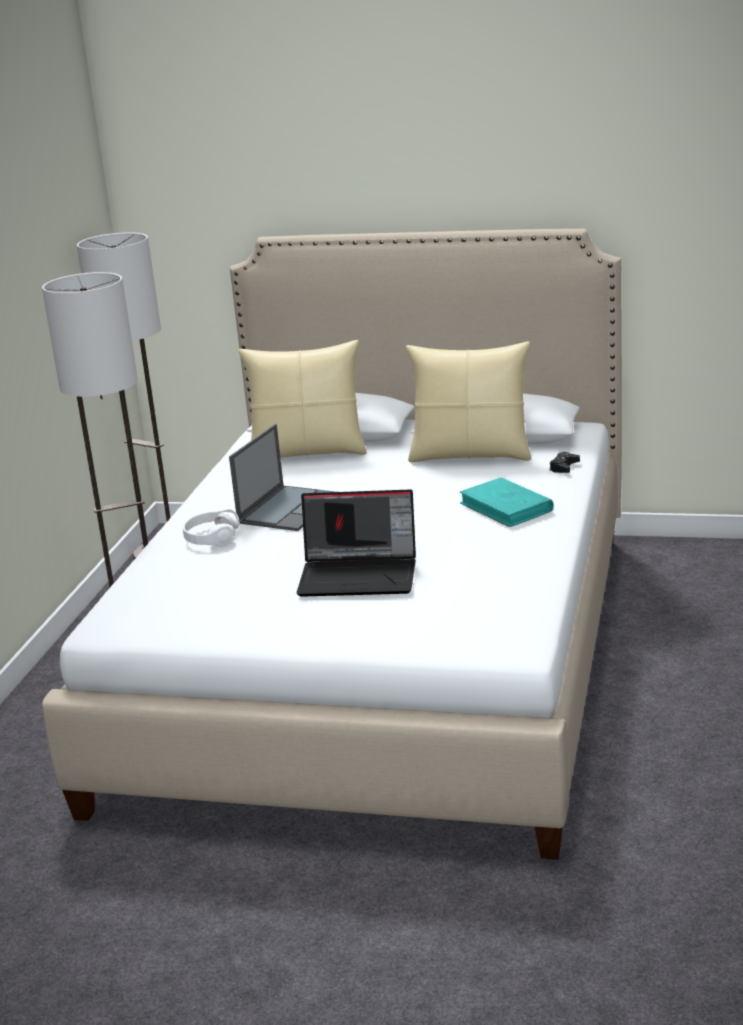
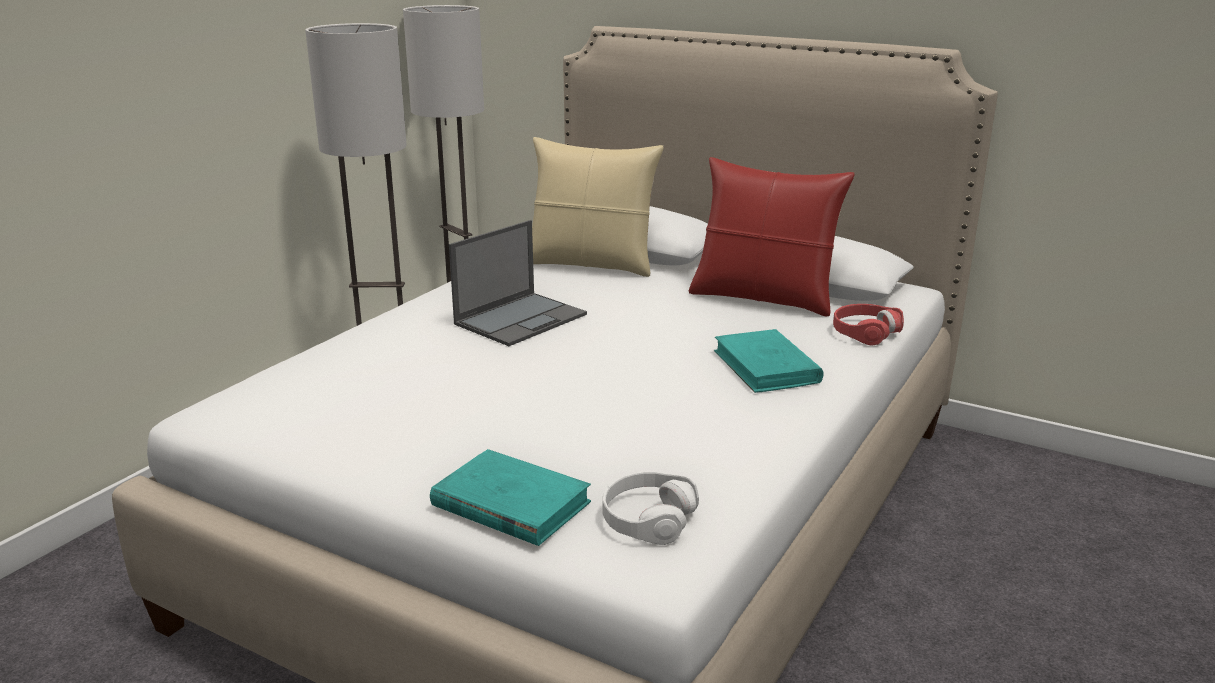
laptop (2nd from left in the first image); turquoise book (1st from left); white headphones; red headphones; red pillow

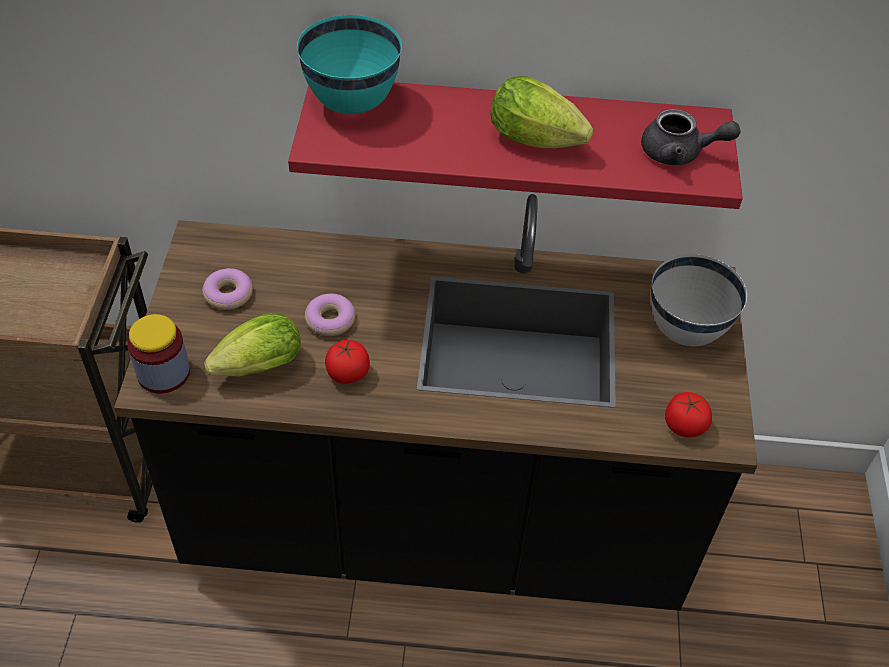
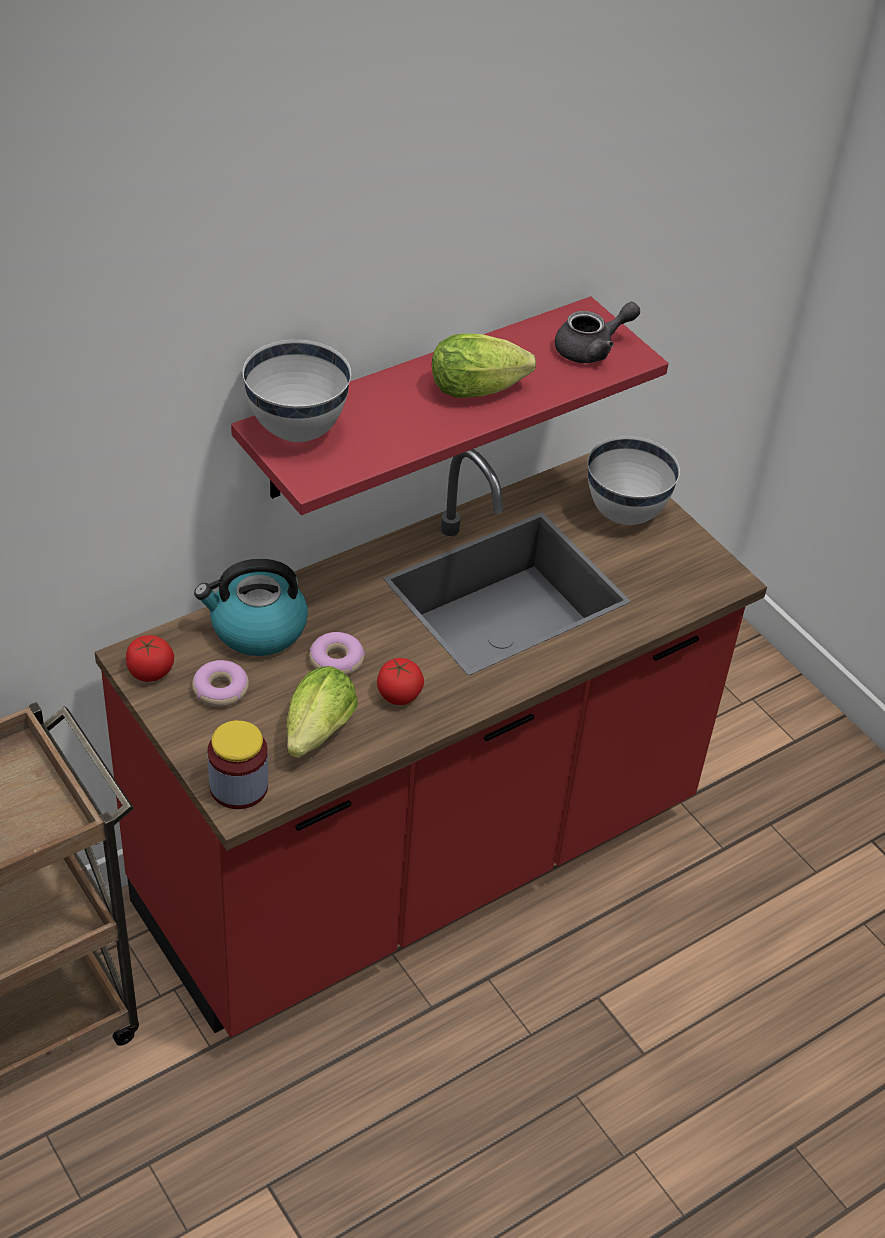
kettle; tomato (1st from left); red counter; white bowl (1st from left)

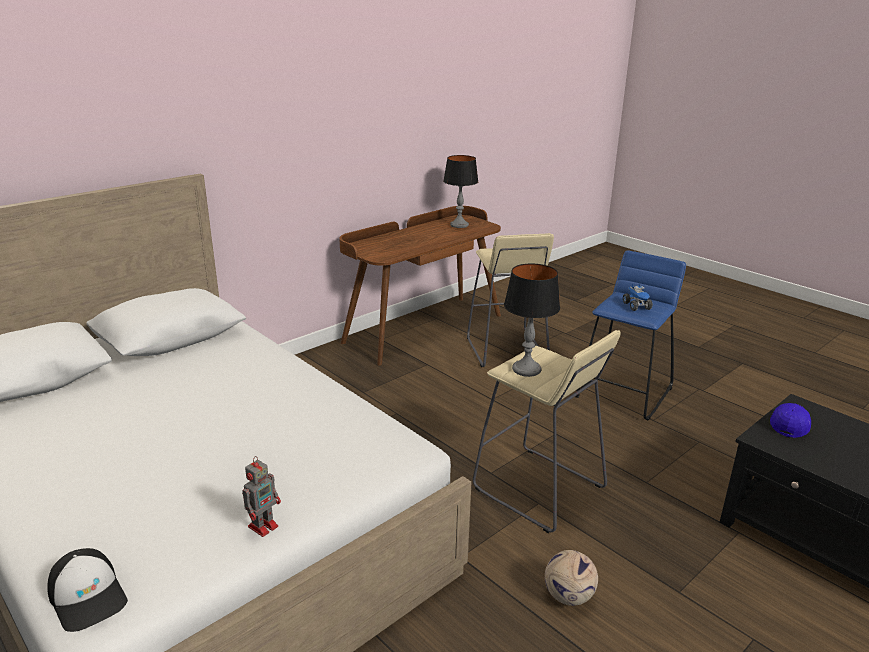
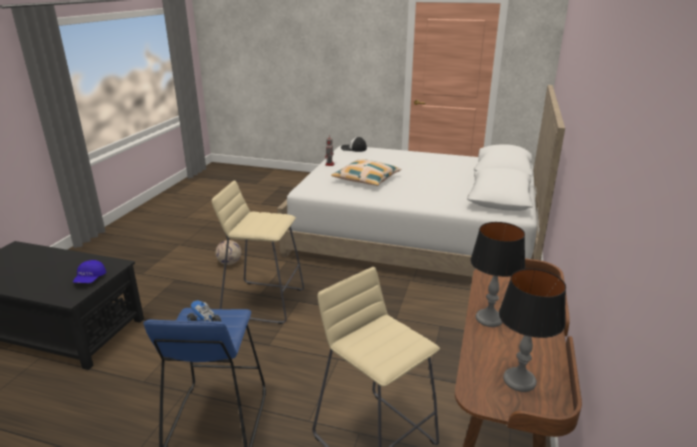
pillow; table lamp (1st from left)

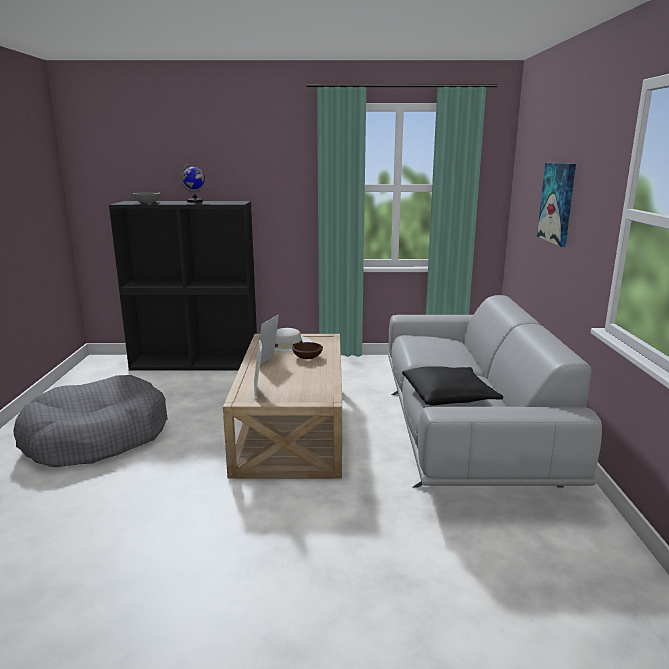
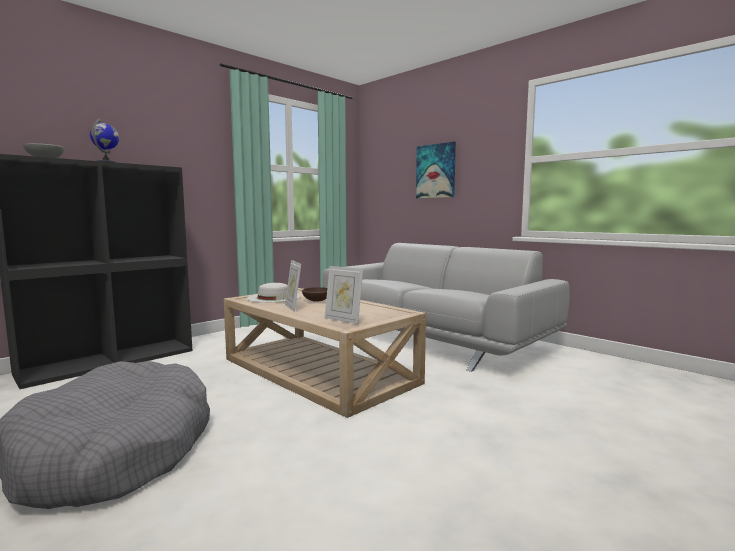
black pillow

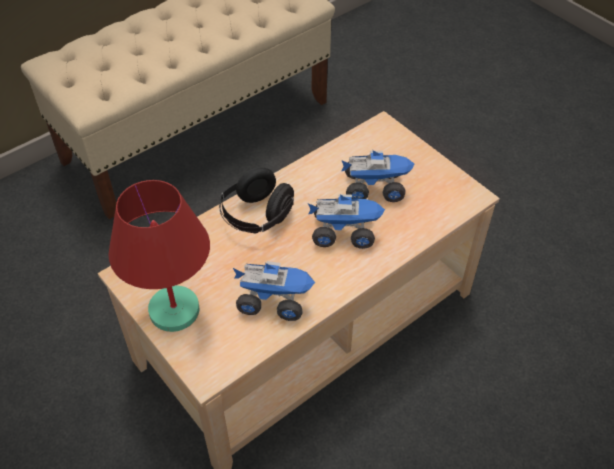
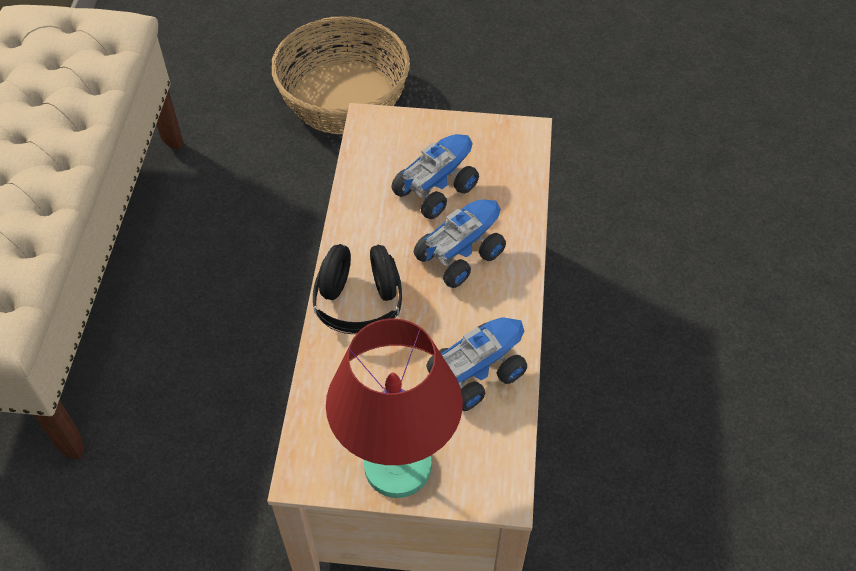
basket

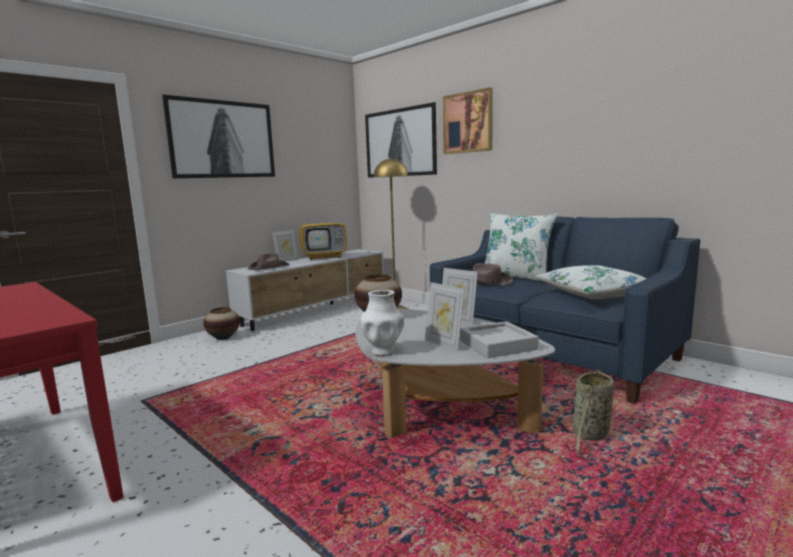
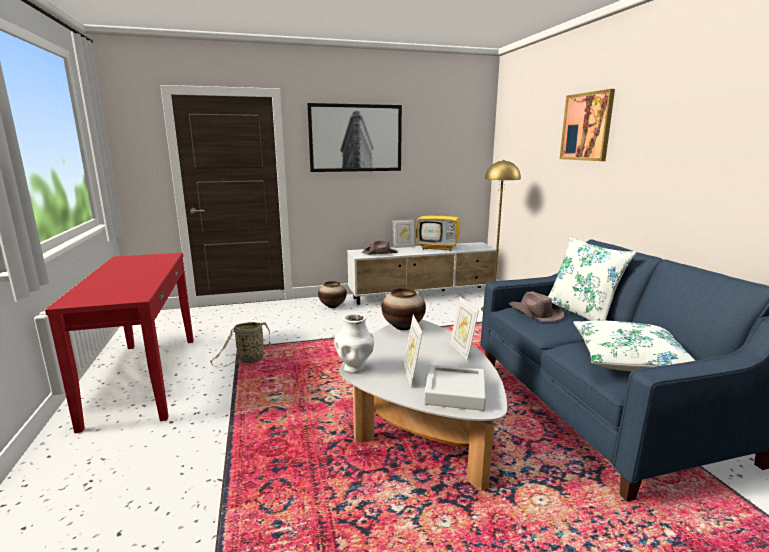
picture (2nd from left in the first image); basket

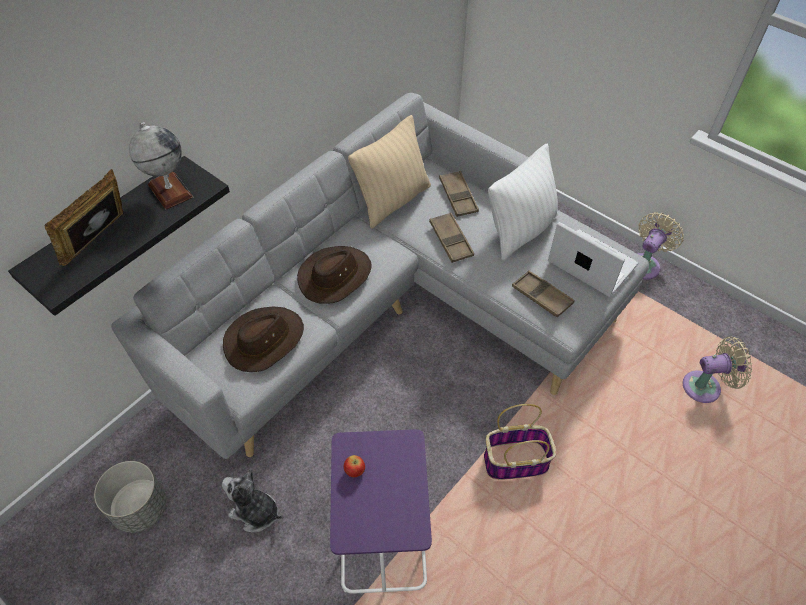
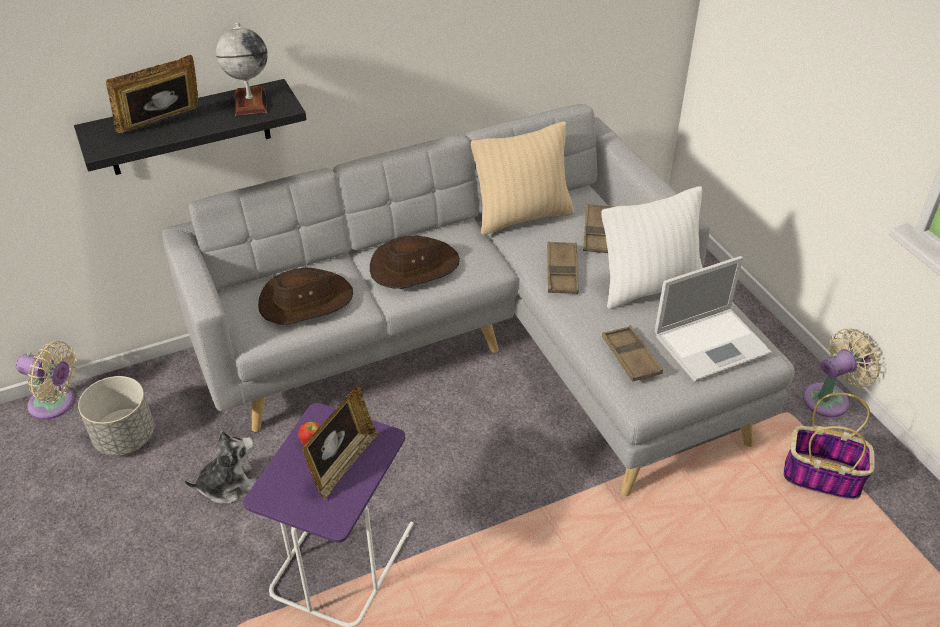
picture frame (2nd from left); basket; beige fan (1st from left); plush toy; laptop

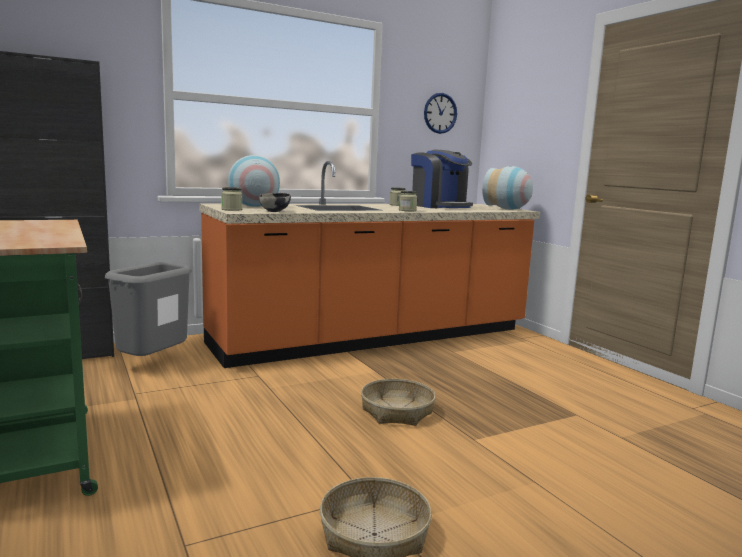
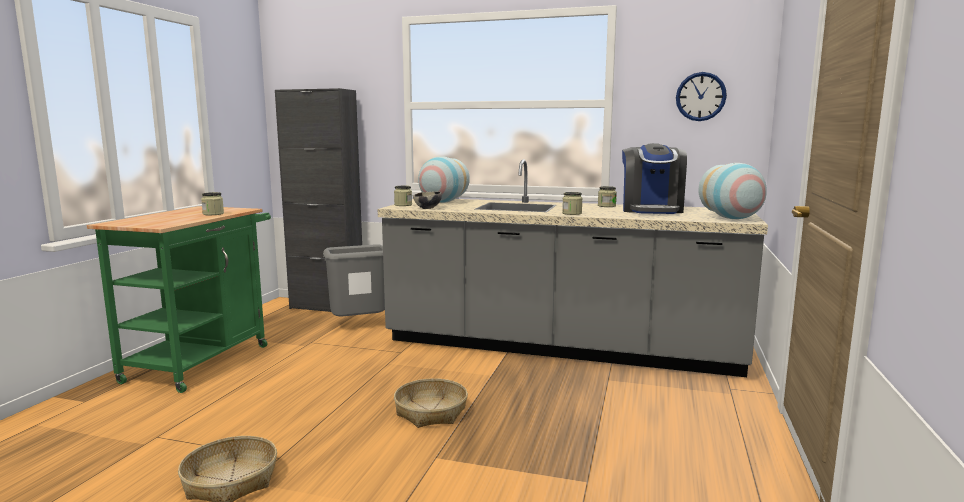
jar (1st from left); grey counter

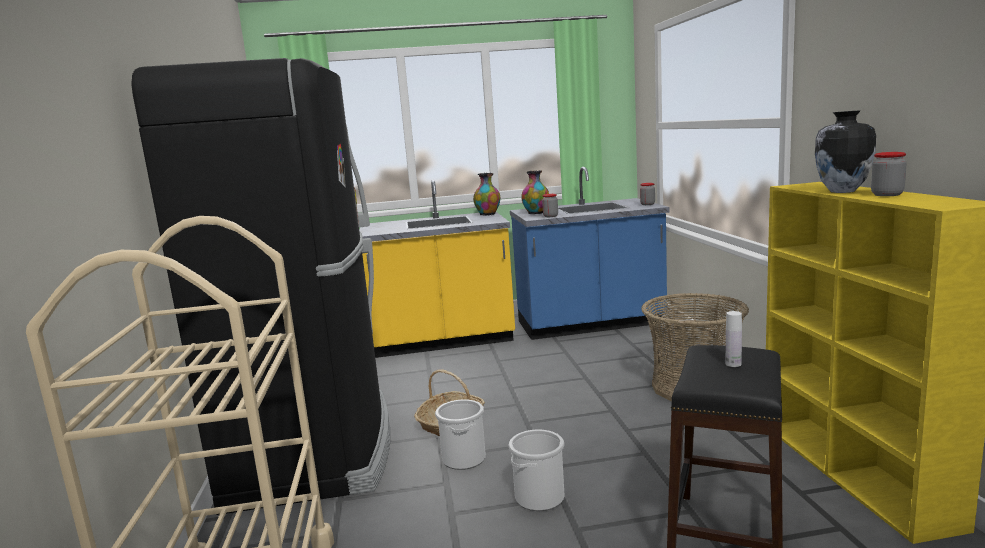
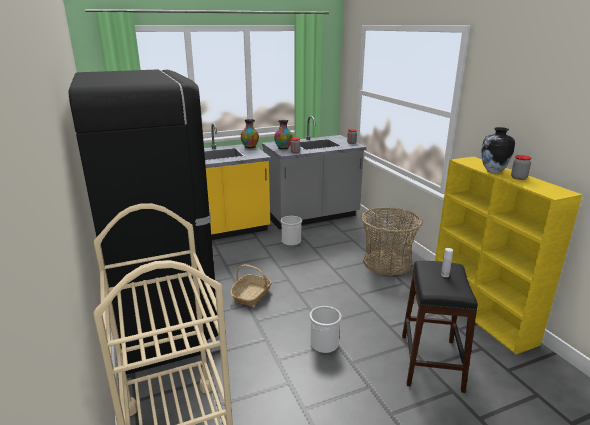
bucket (1st from left); grey counter

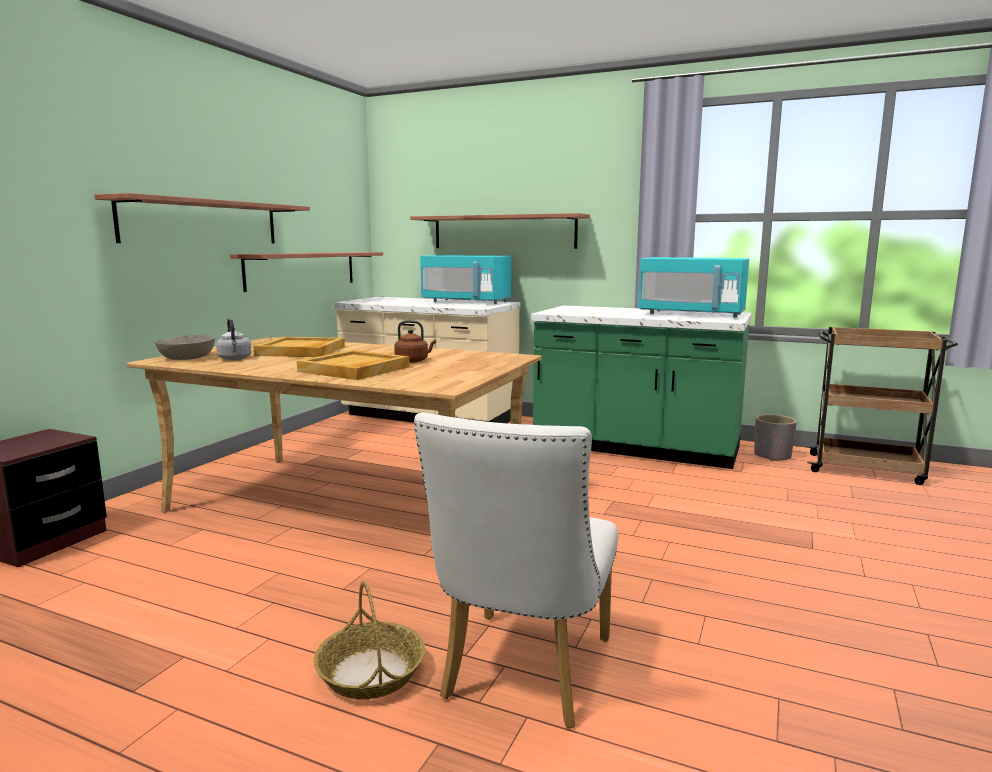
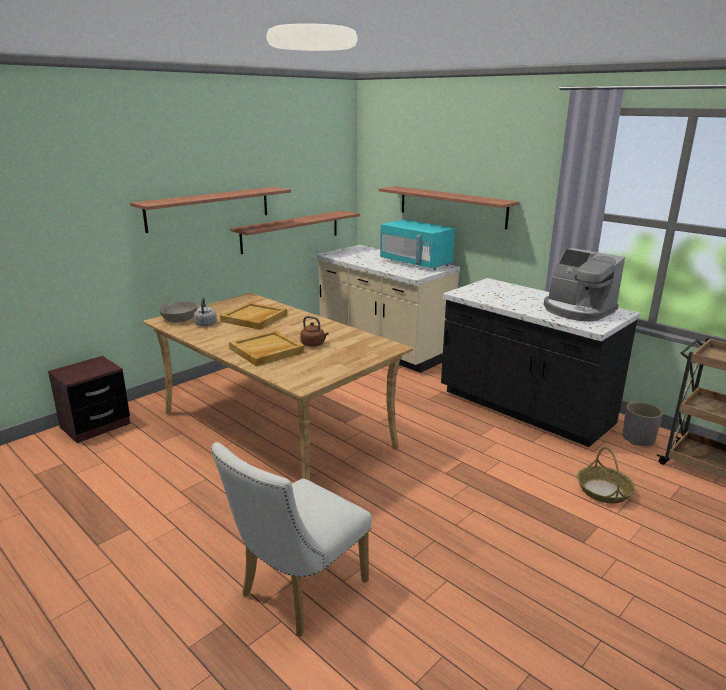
basket; coffee machine; black counter

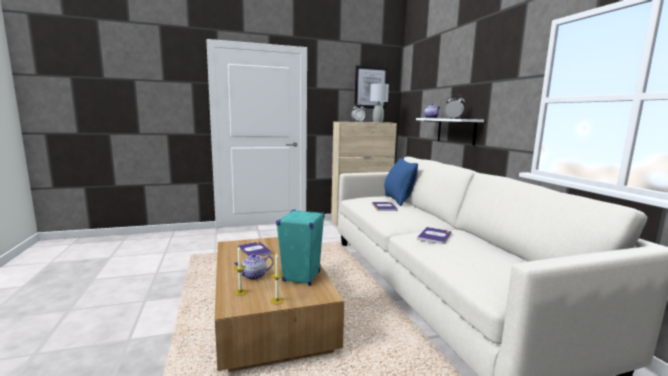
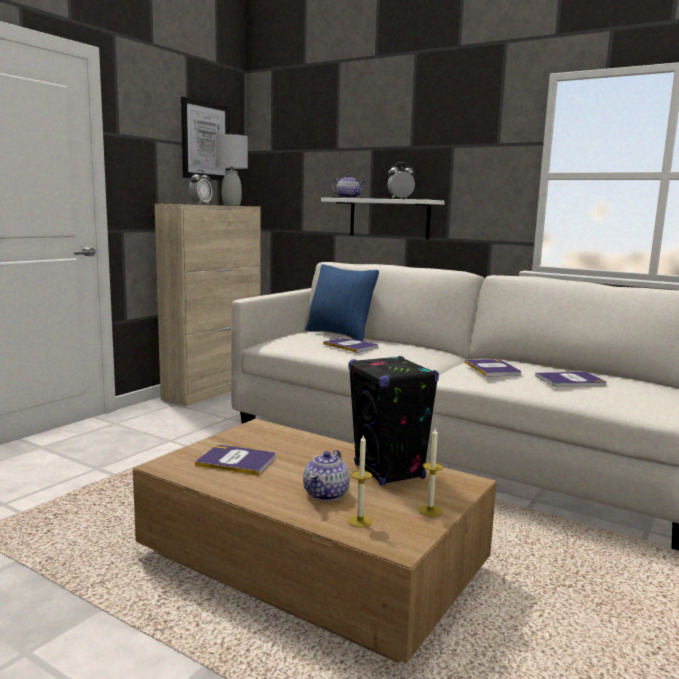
book (4th from left); black speaker

